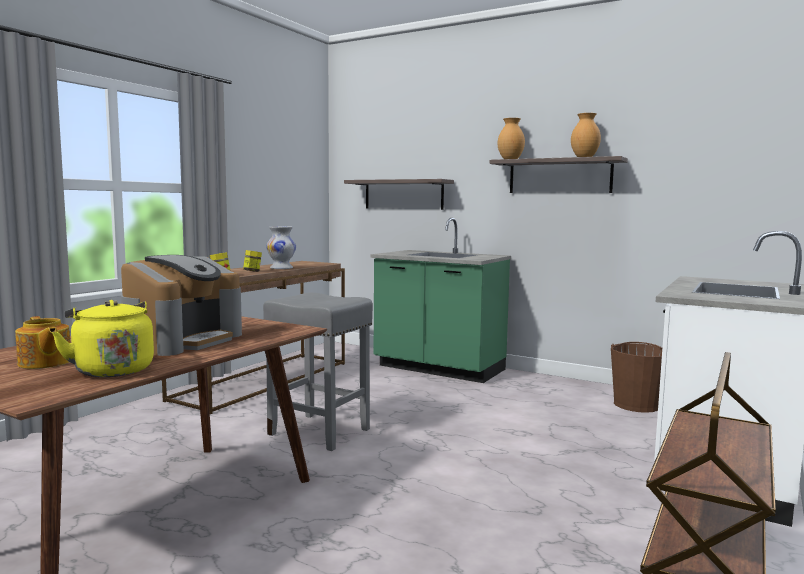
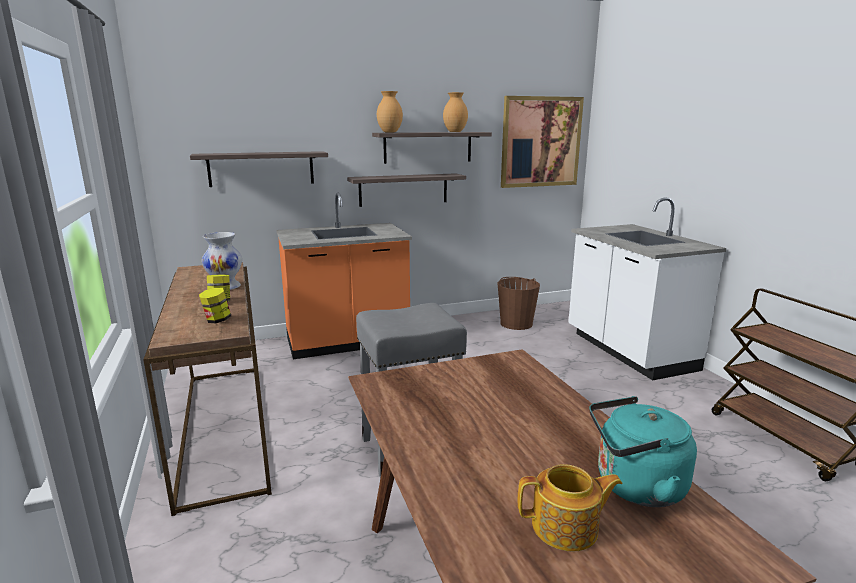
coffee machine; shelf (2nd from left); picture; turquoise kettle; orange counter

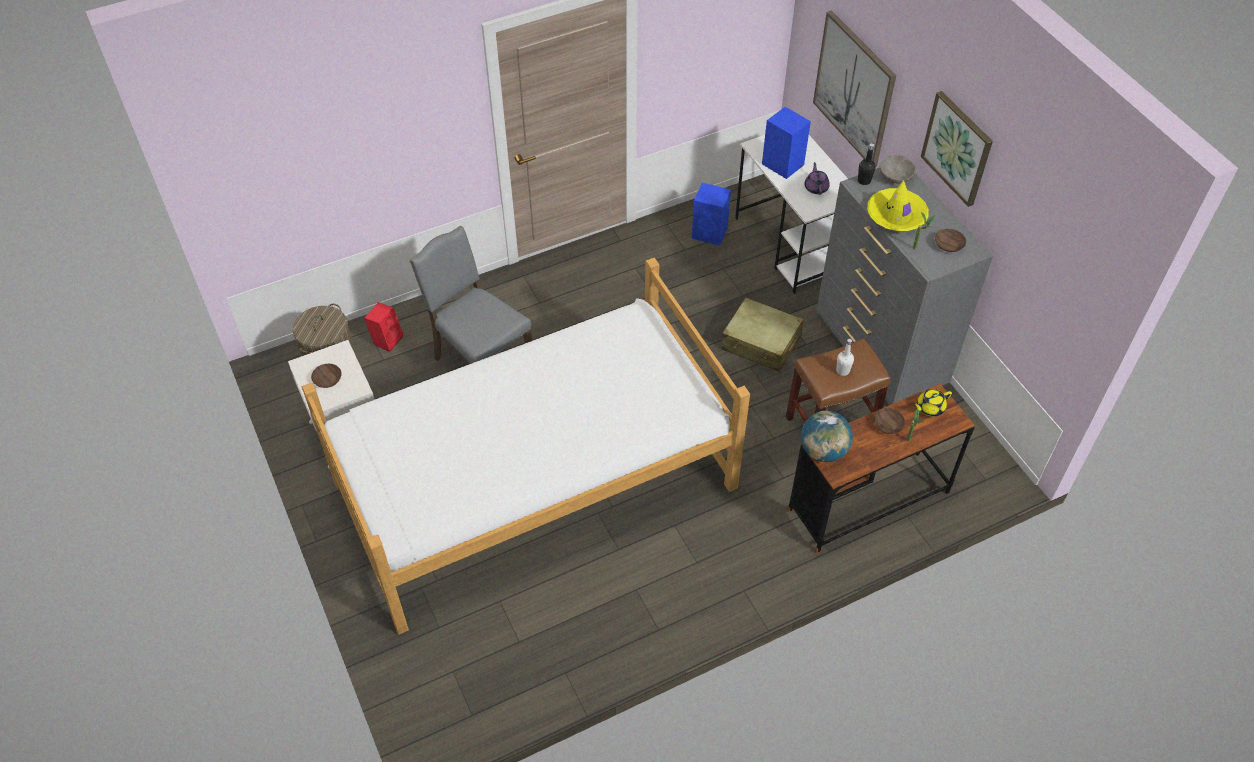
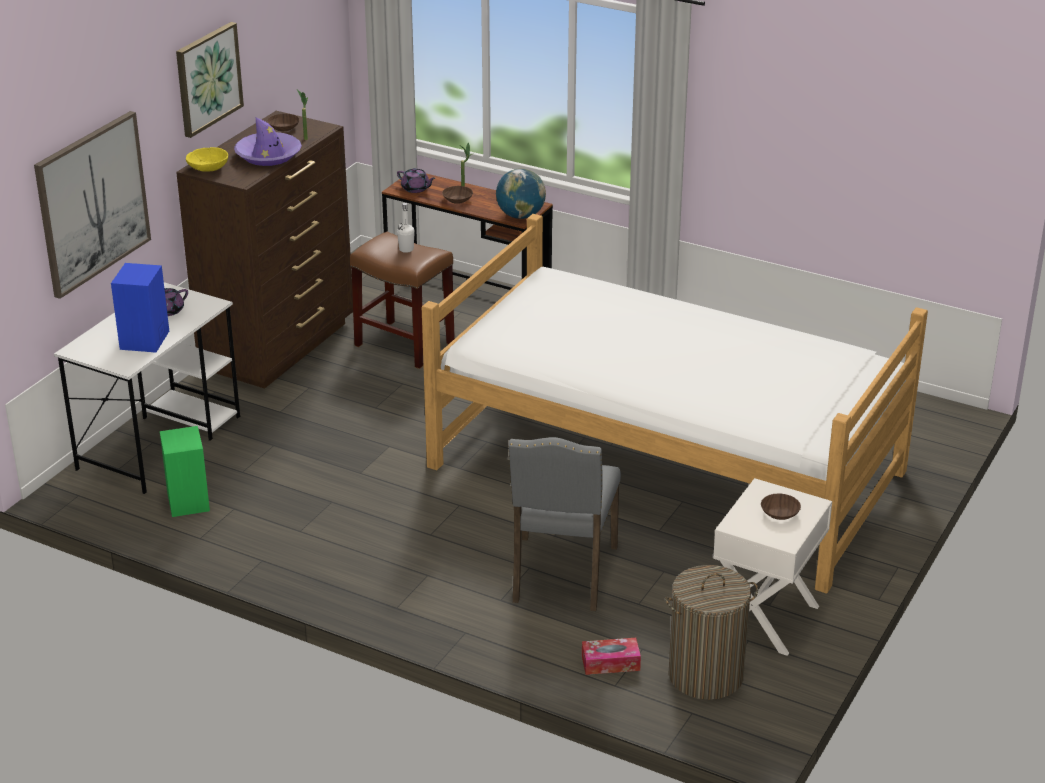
beige suitcase; black bottle; tissue box; green speaker; brown dresser; purple hat; yellow bowl; purple teapot (2nd from left)

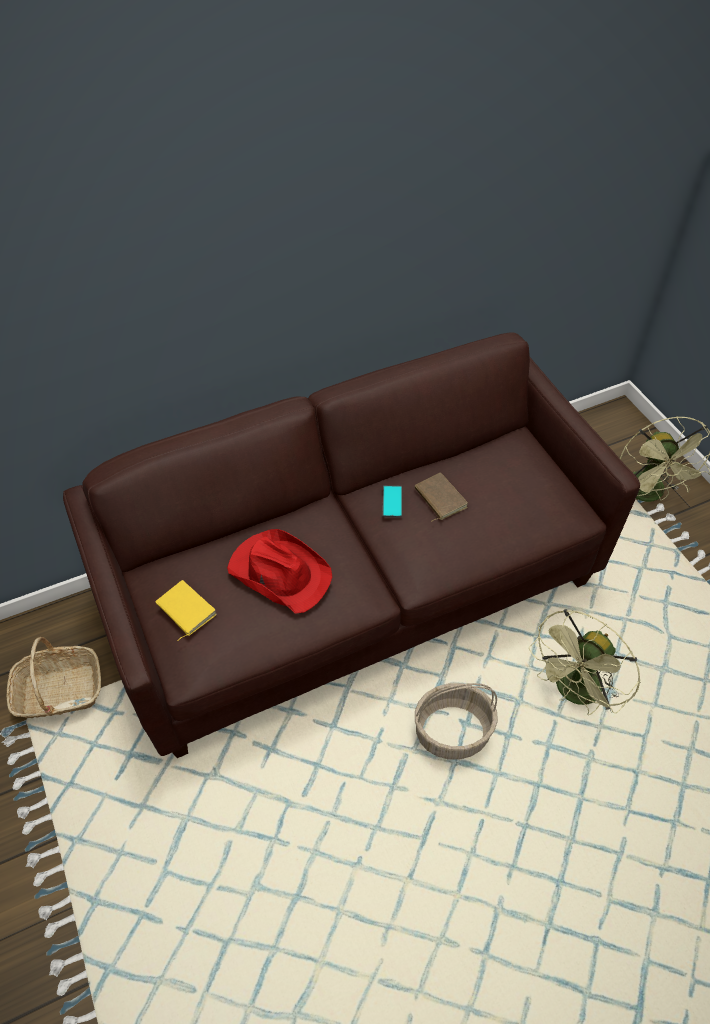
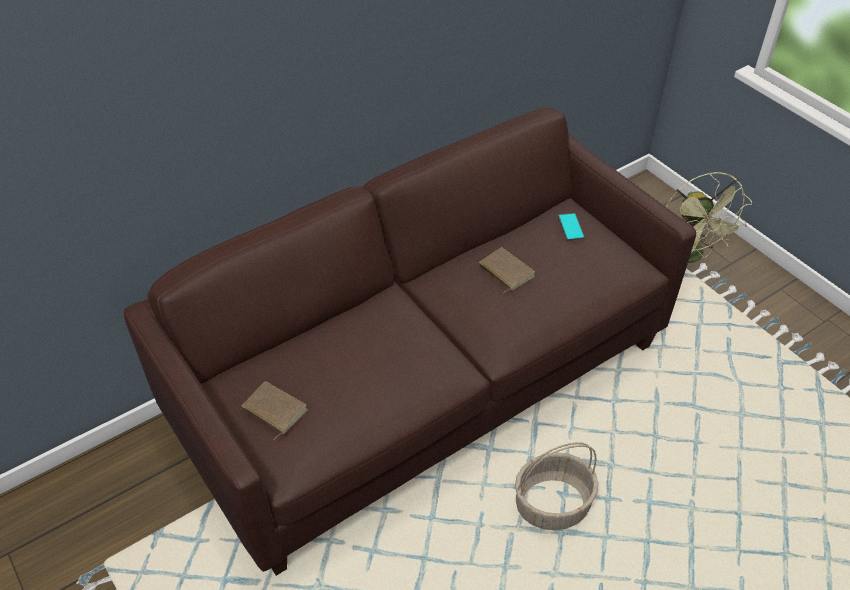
basket (1st from left in the first image); red hat; green fan (1st from left in the first image); phone; brown book (1st from left)

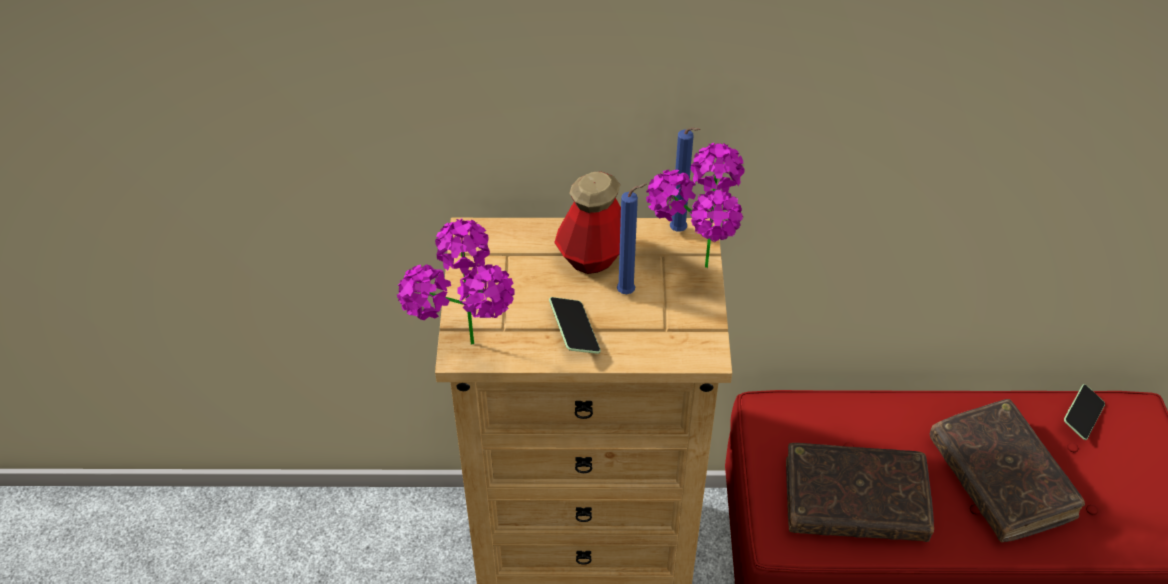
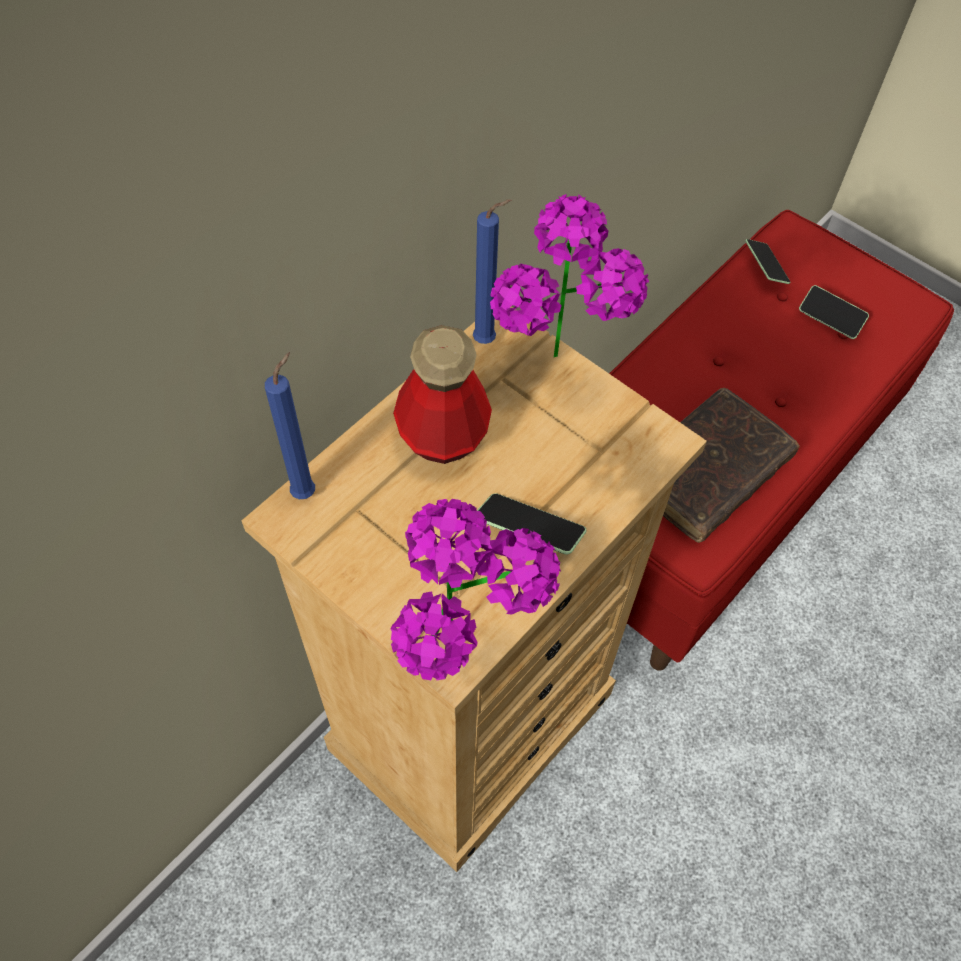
brown book (2nd from left in the first image); phone (3rd from left); blue candle (1st from left)

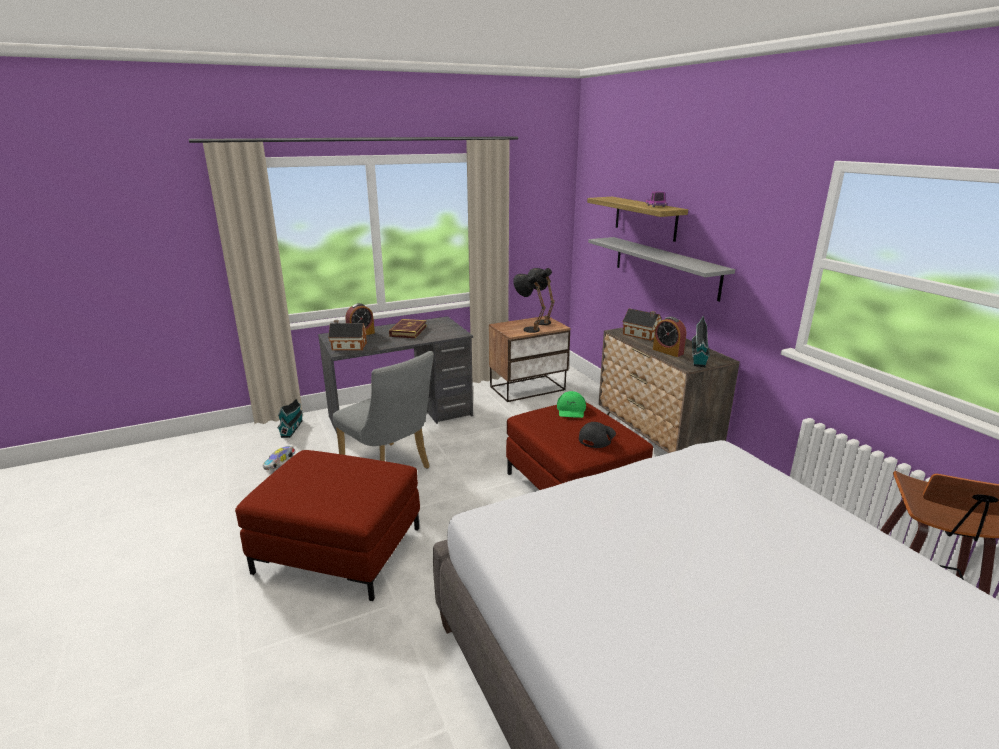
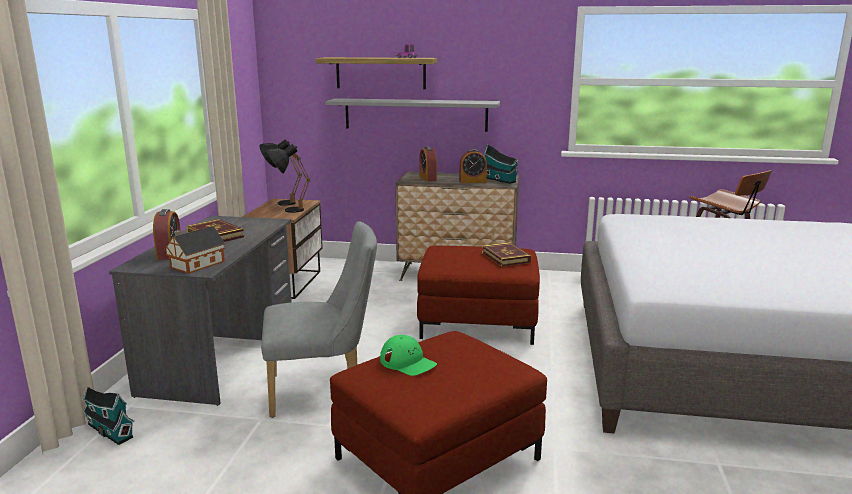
toy car; green cap; book (2nd from left); alarm clock (2nd from left)

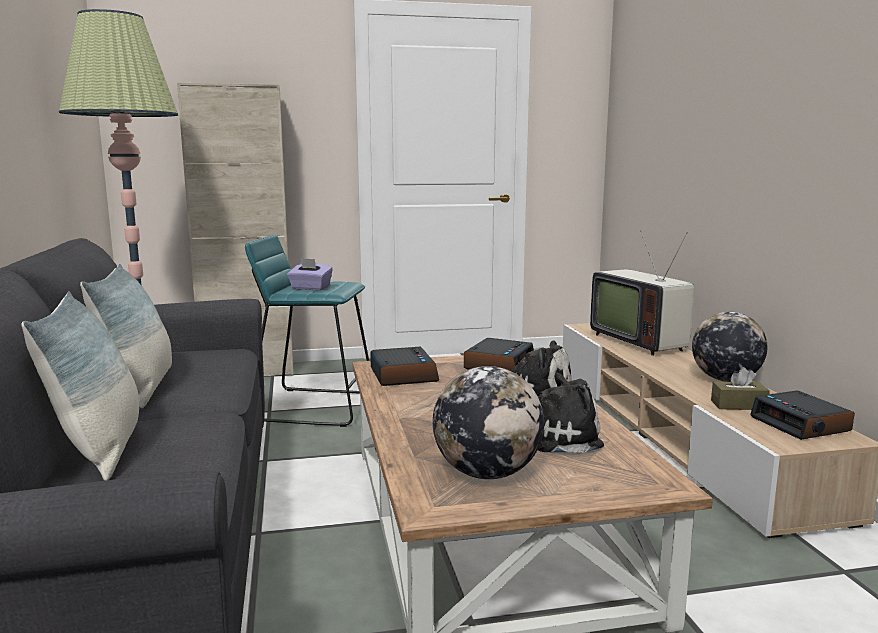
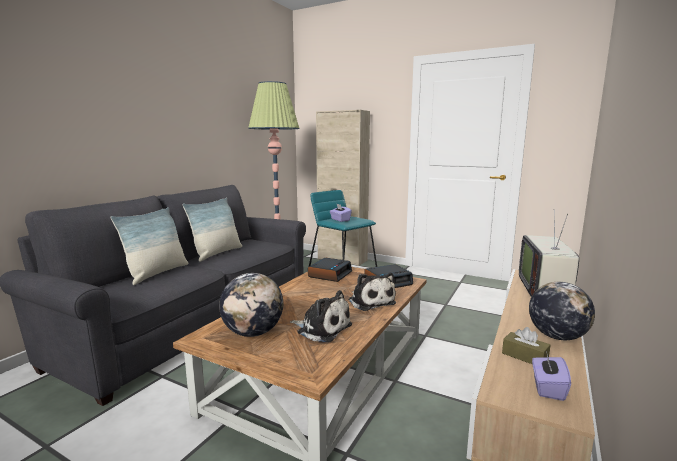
purple tissue box (2nd from left)

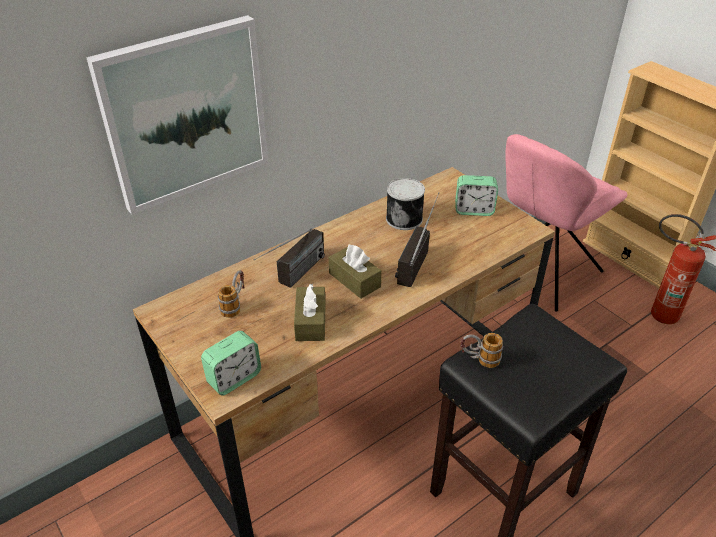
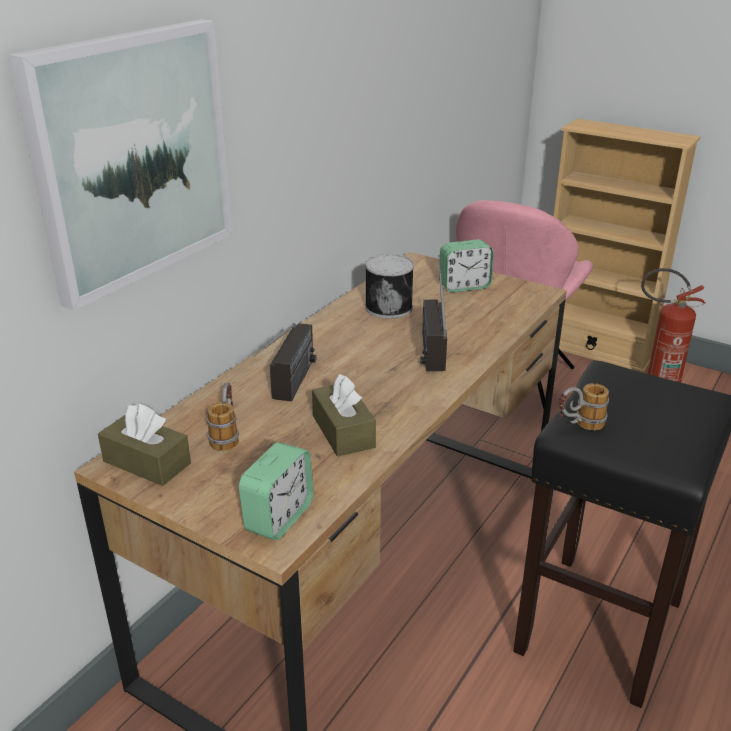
brown tissue box (1st from left)

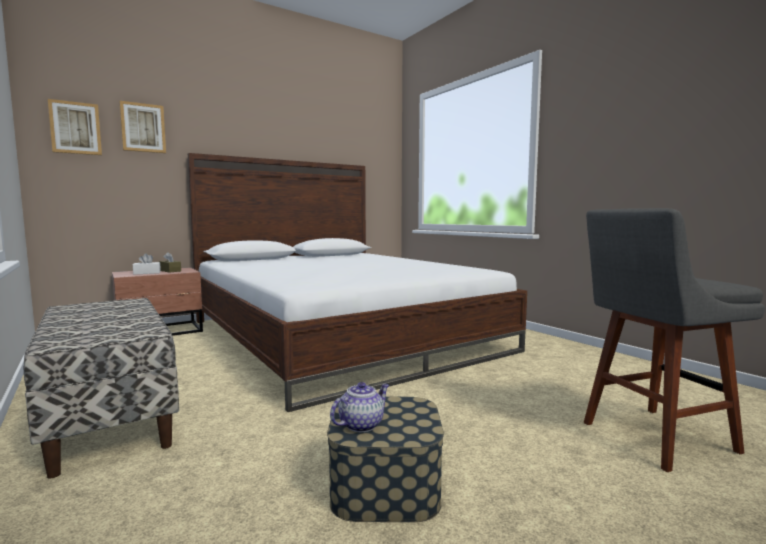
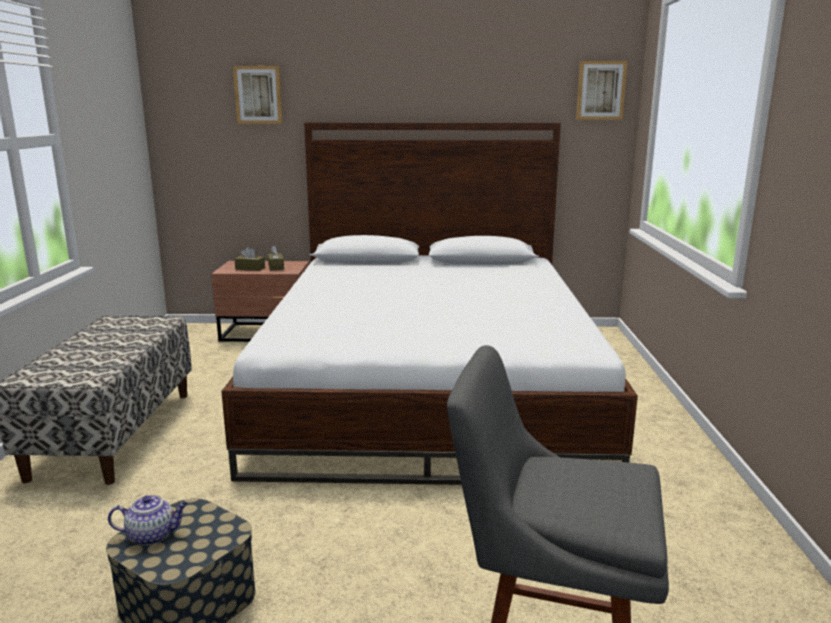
picture (2nd from left); brown tissue box (1st from left)

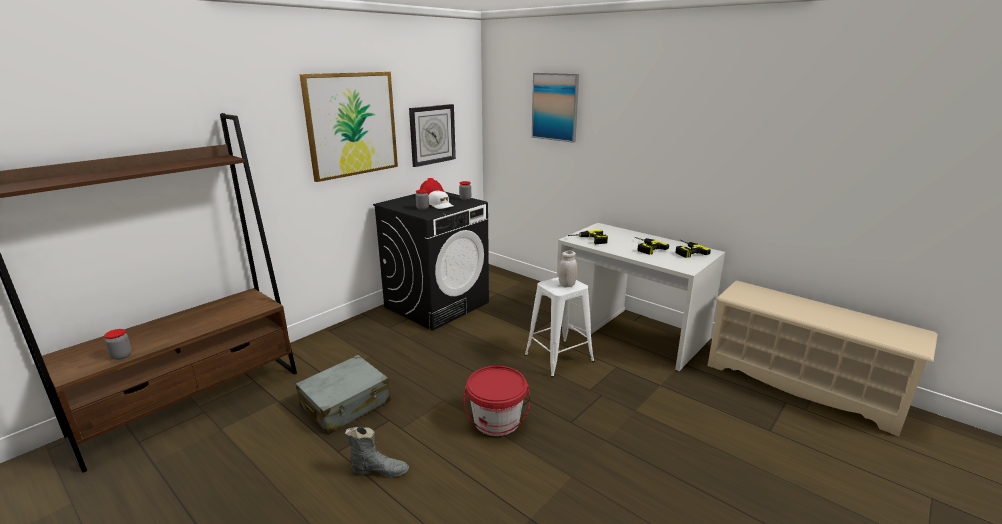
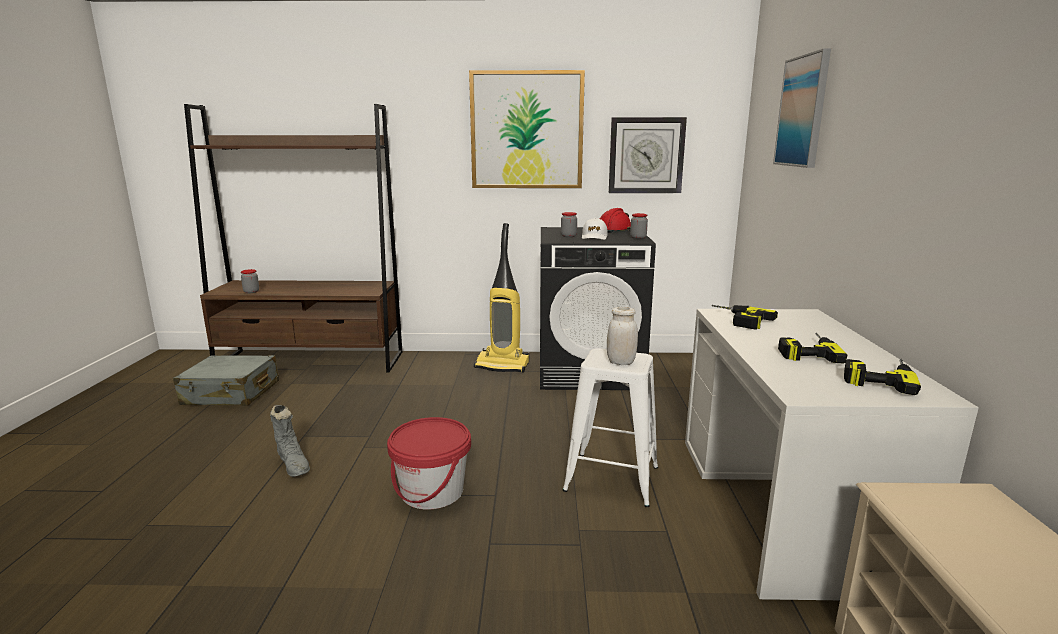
vacuum cleaner; grey suitcase

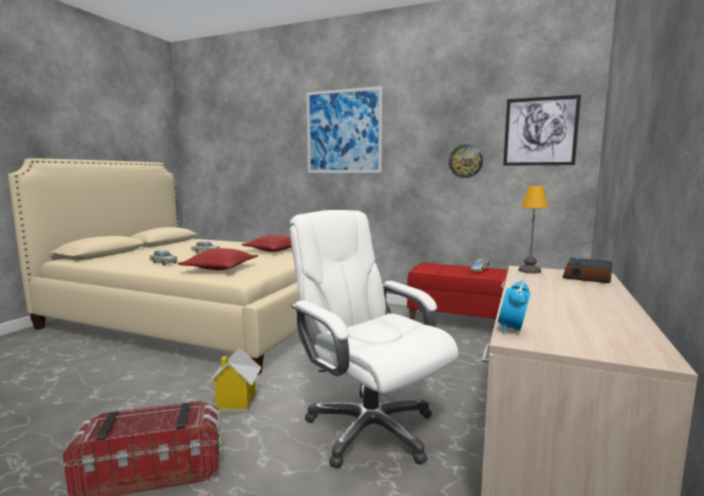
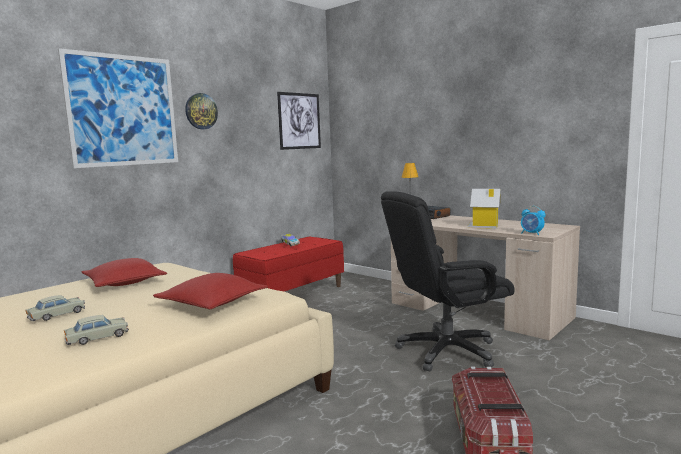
toy house; wall clock; black office chair

